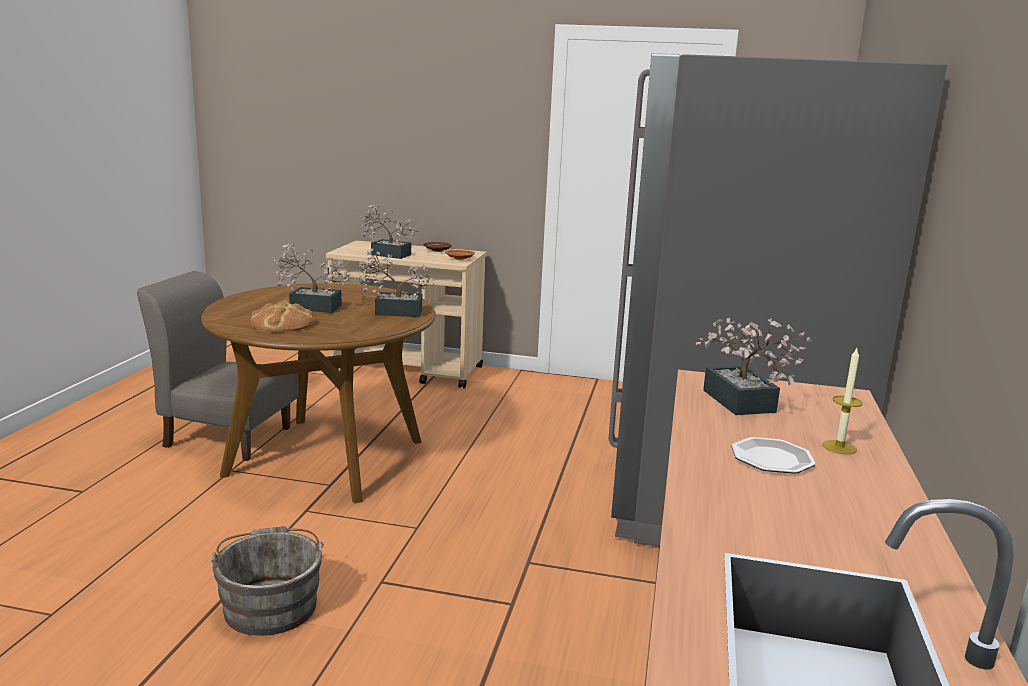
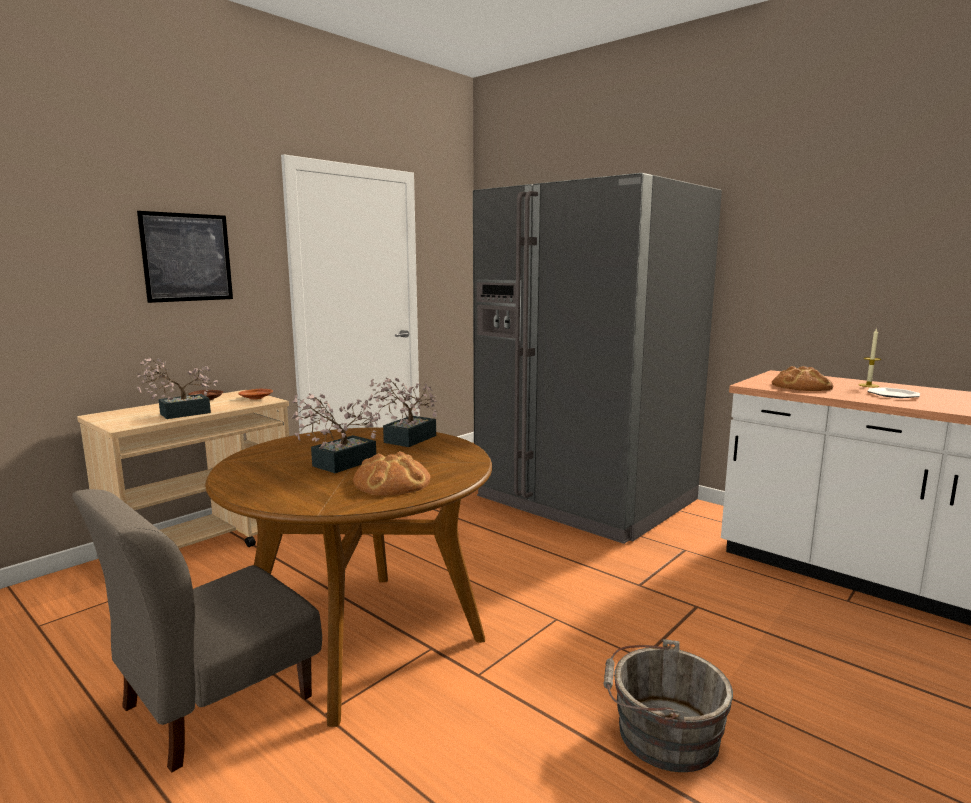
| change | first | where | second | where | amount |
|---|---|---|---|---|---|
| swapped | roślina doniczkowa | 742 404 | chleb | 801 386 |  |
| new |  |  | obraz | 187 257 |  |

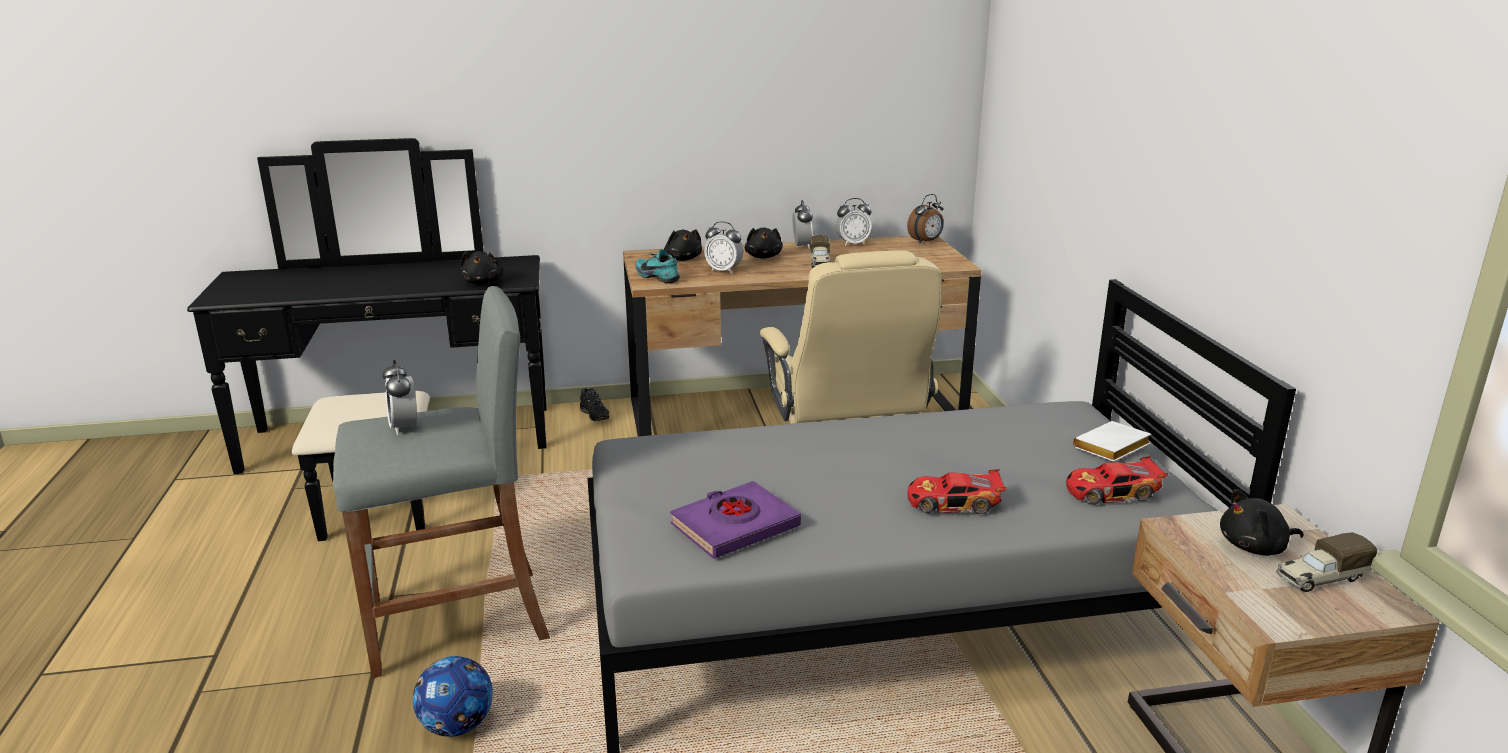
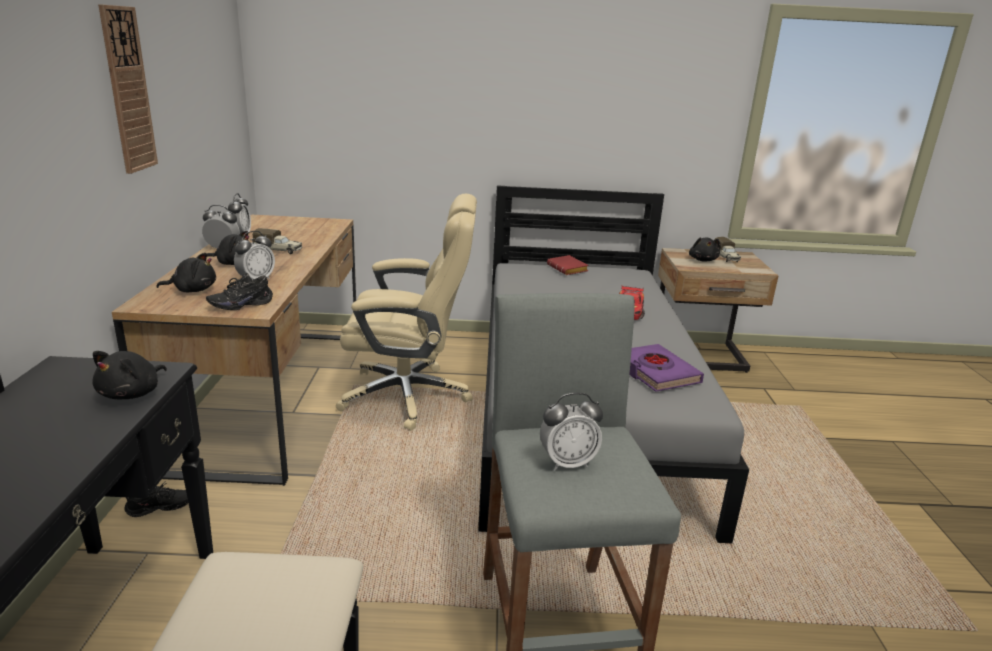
| change | first | where | second | where | amount |
|---|---|---|---|---|---|
| gone | budzik | 926 242 |  |  |  |
| repainted | but (turkusowy) | 659 277 | but (czarny) | 240 305 |  |
| rotated | pluszak (czarny) | 483 282 |  | 132 393 | 105 degrees clockwise |
| repainted | książka (biały) | 1112 449 | książka (czerwony) | 568 269 |  |
| gone | samochodzik | 1112 493 |  |  |  |
| gone | piłka futbolowa | 457 726 |  |  |  |
| new |  |  | zegar ścienny | 128 90 |  |

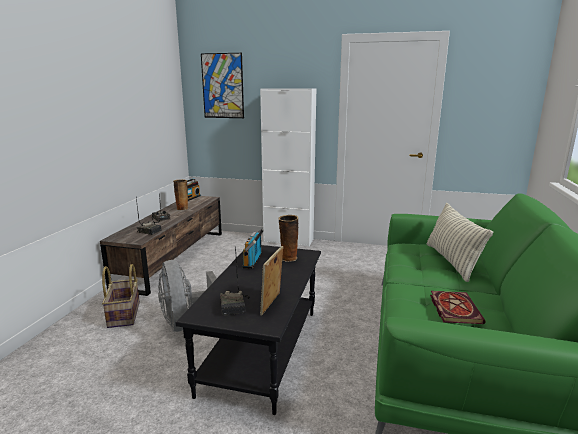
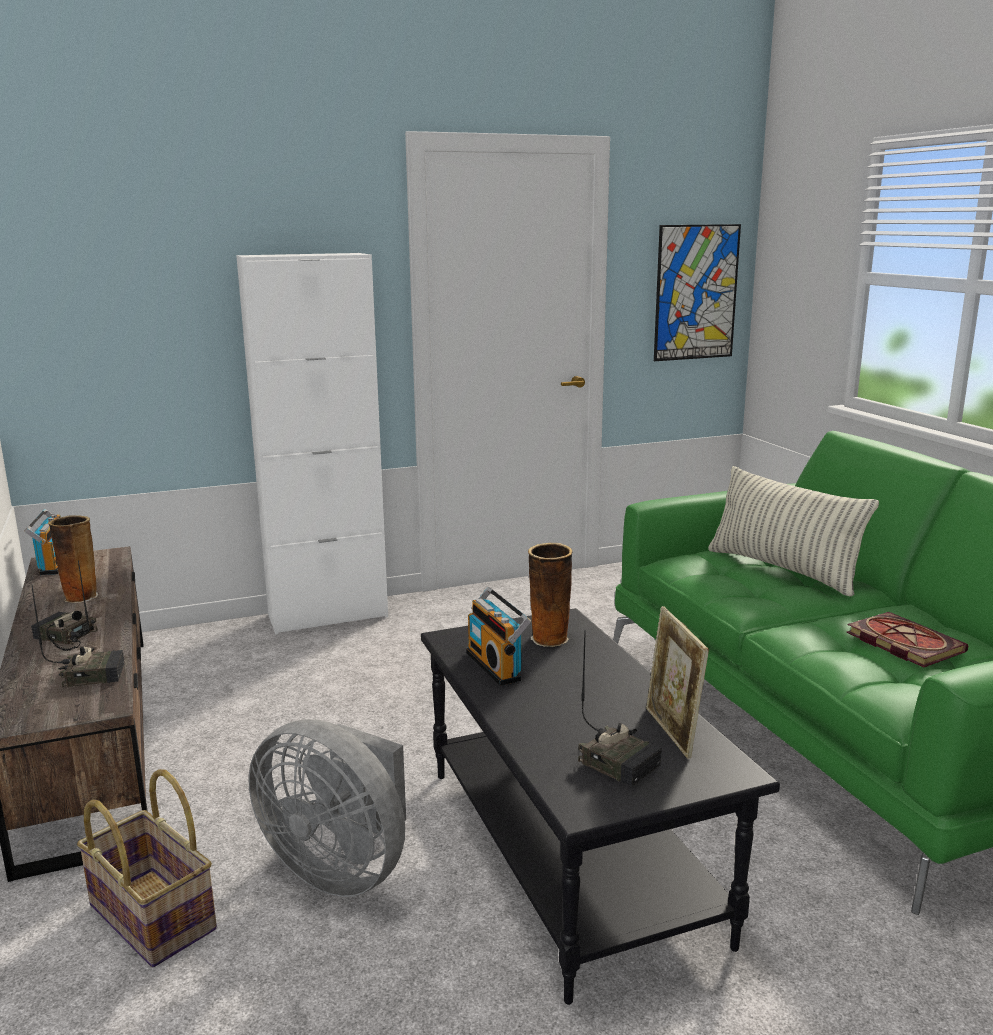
| change | first | where | second | where | amount |
|---|---|---|---|---|---|
| shifted | obraz | 222 86 |  | 696 293 |  |

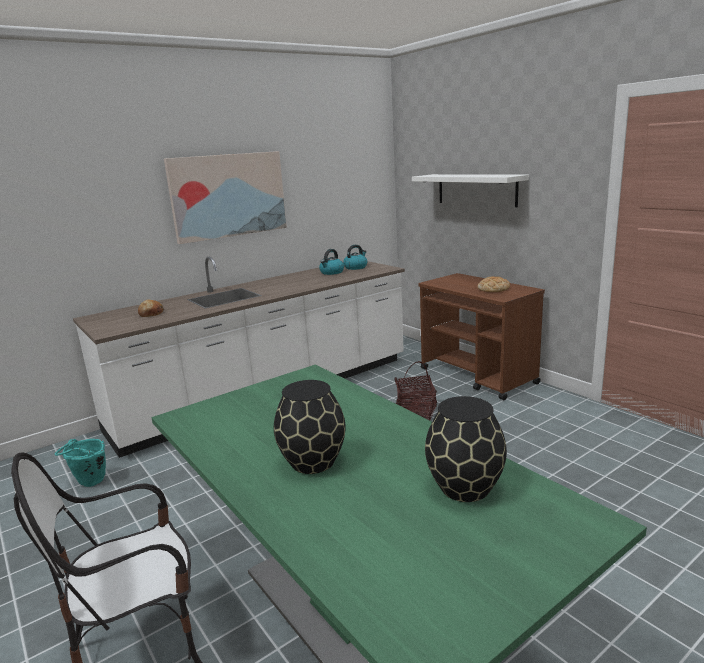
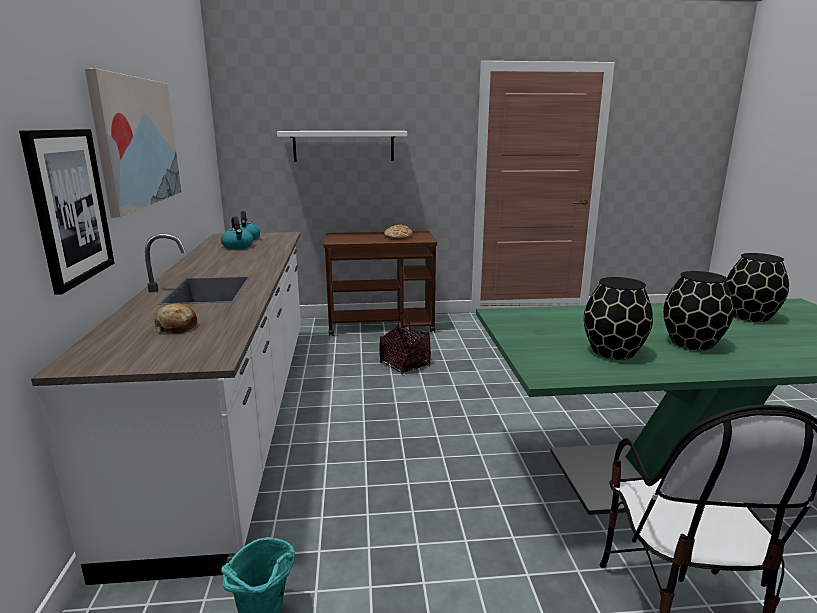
| change | first | where | second | where | amount |
|---|---|---|---|---|---|
| new |  |  | obraz | 69 206 |  |
| new |  |  | wazon (czarny) | 613 352 |  |

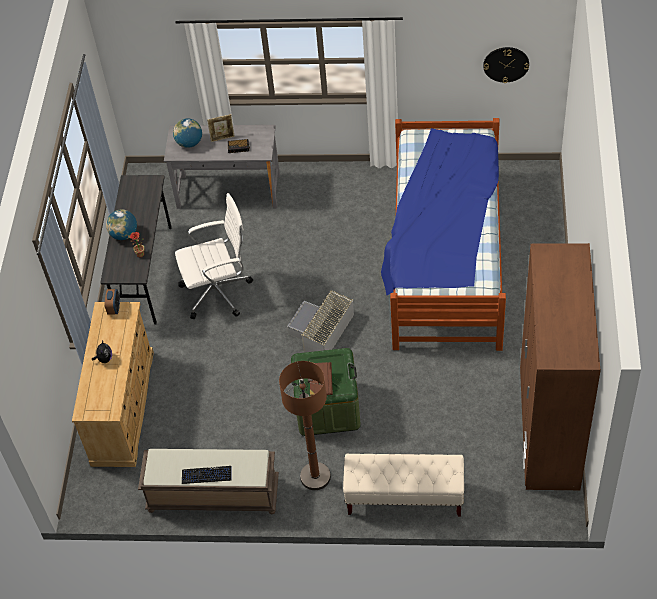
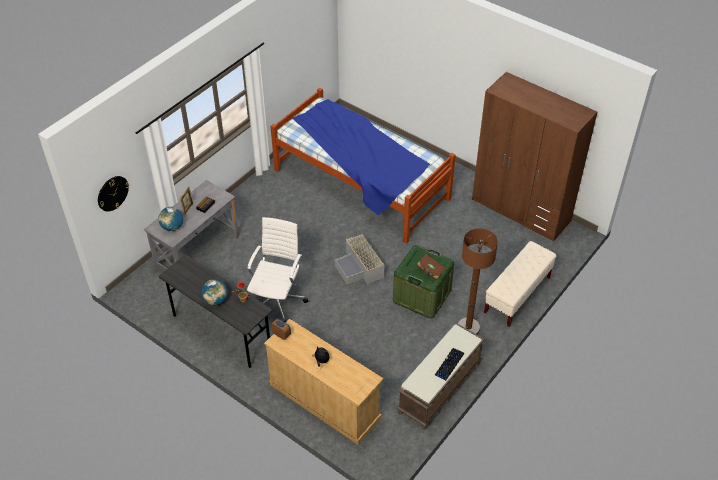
| change | first | where | second | where | amount |
|---|---|---|---|---|---|
| shifted | zegar ścienny | 506 64 |  | 112 193 |  |

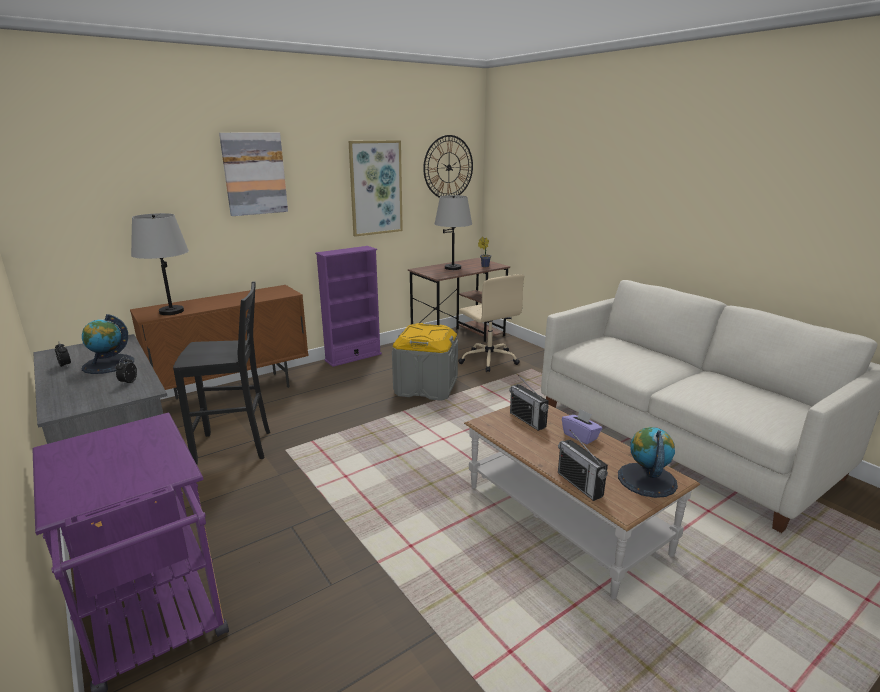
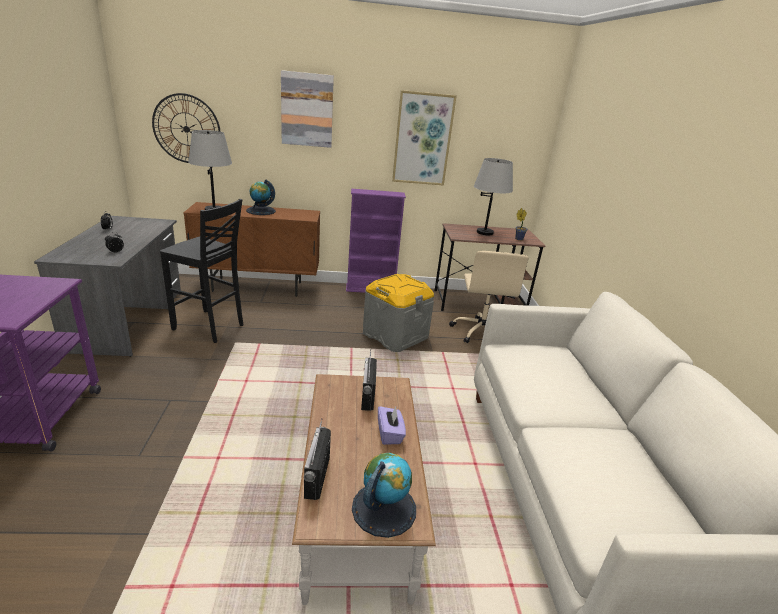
| change | first | where | second | where | amount |
|---|---|---|---|---|---|
| shifted | zegar ścienny | 448 167 |  | 186 129 |  |
| shifted | globus | 108 364 |  | 261 211 |  |

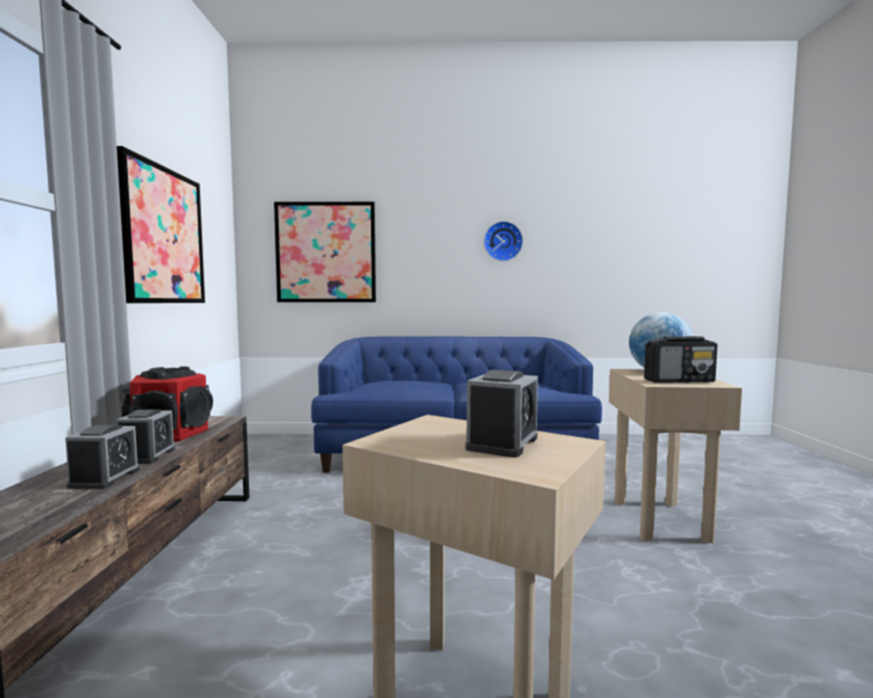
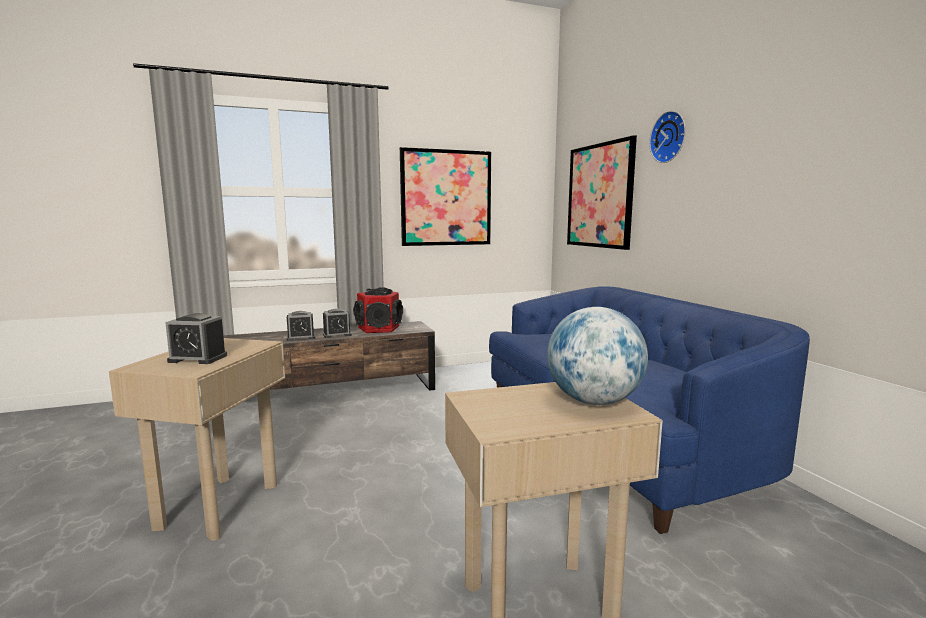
| change | first | where | second | where | amount |
|---|---|---|---|---|---|
| shifted | zegar ścienny | 503 241 |  | 670 137 |  |
| gone | radio | 679 381 |  |  |  |

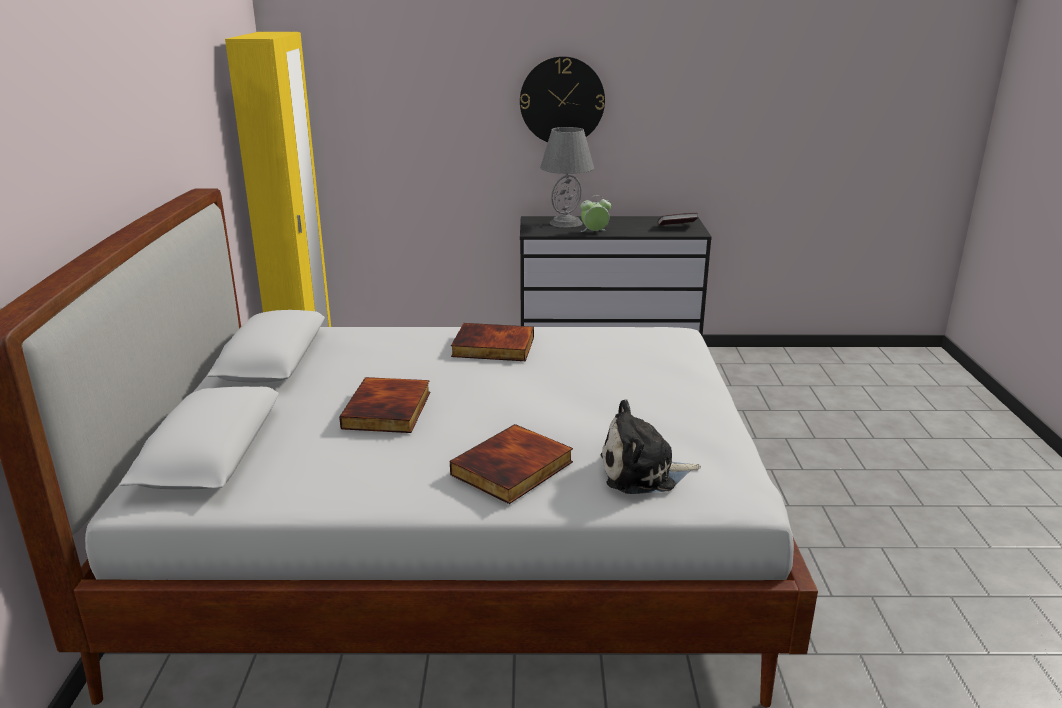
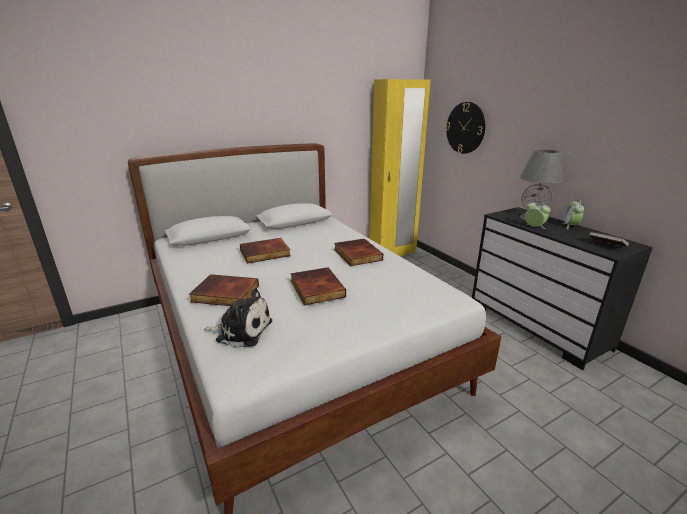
| change | first | where | second | where | amount |
|---|---|---|---|---|---|
| shifted | zegar ścienny | 562 101 |  | 465 128 |  |
| rotated | pluszak | 643 472 |  | 241 330 | 135 degrees clockwise |
| new |  |  | budzik | 570 226 |  |
| new |  |  | książka | 315 288 |  |

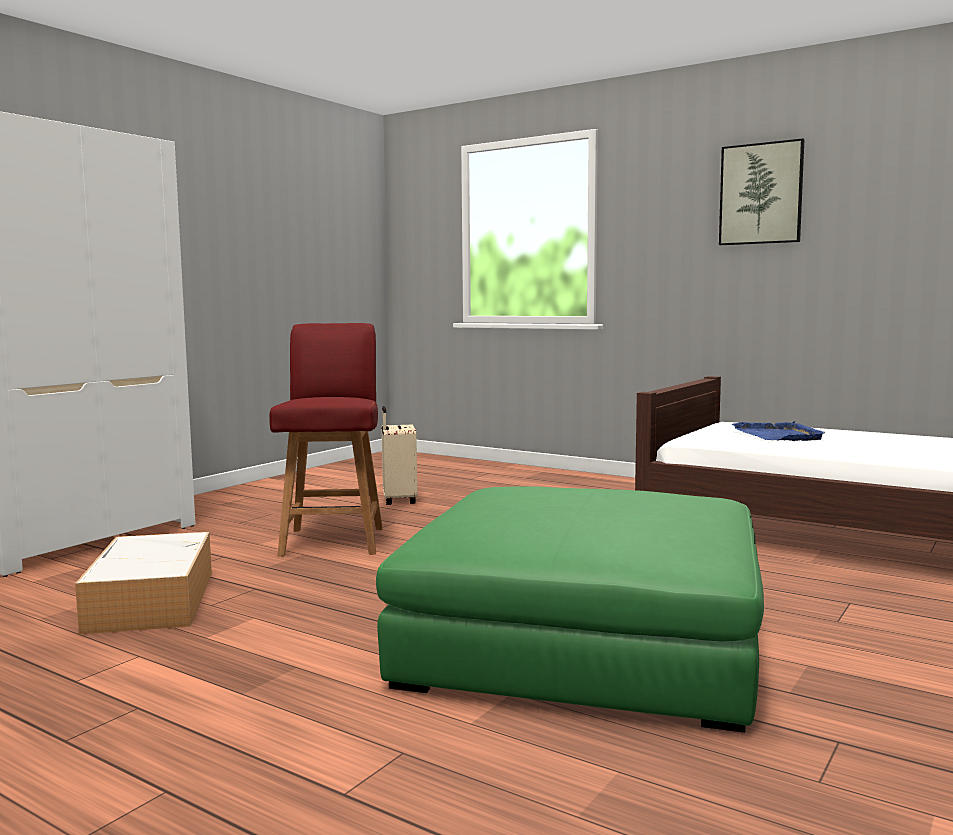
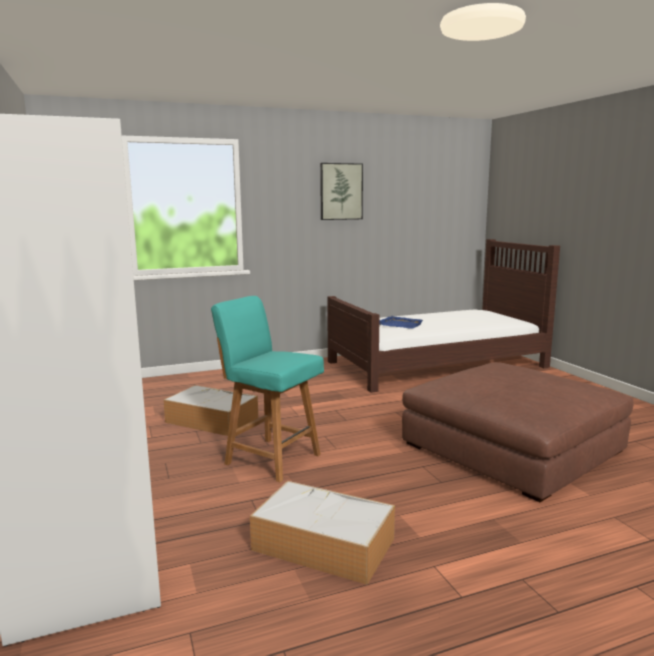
| change | first | where | second | where | amount |
|---|---|---|---|---|---|
| repainted | krzesło (czerwony) | 333 540 | krzesło (turkusowy) | 271 458 |  |
| swapped | walizka (beżowy) | 398 501 | pojemnik do przechowywania | 210 420 |  |
| repainted | pufa (zielony) | 584 641 | pufa (brązowy) | 512 447 |  |

